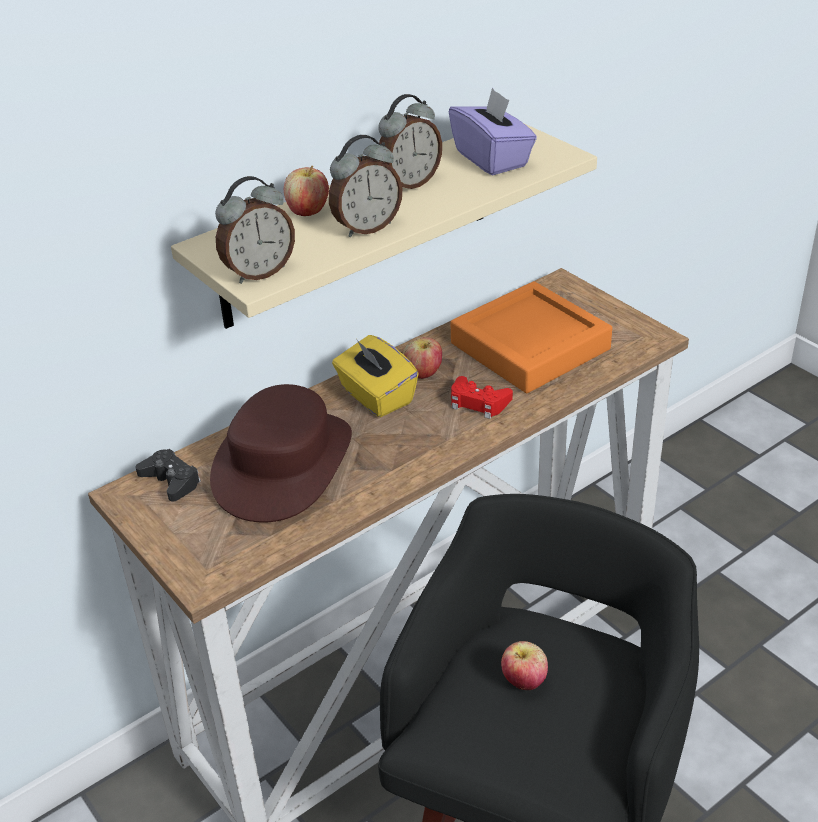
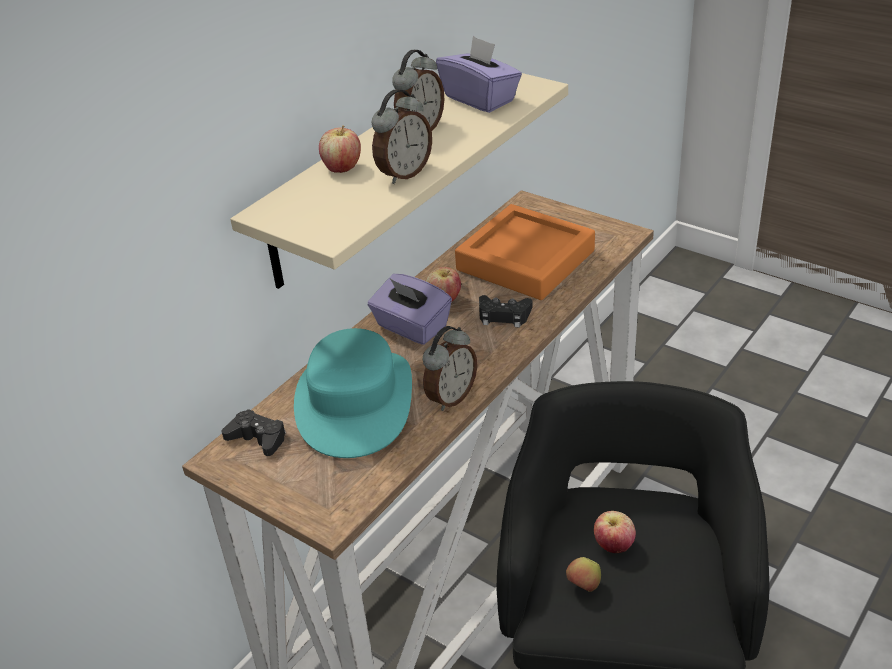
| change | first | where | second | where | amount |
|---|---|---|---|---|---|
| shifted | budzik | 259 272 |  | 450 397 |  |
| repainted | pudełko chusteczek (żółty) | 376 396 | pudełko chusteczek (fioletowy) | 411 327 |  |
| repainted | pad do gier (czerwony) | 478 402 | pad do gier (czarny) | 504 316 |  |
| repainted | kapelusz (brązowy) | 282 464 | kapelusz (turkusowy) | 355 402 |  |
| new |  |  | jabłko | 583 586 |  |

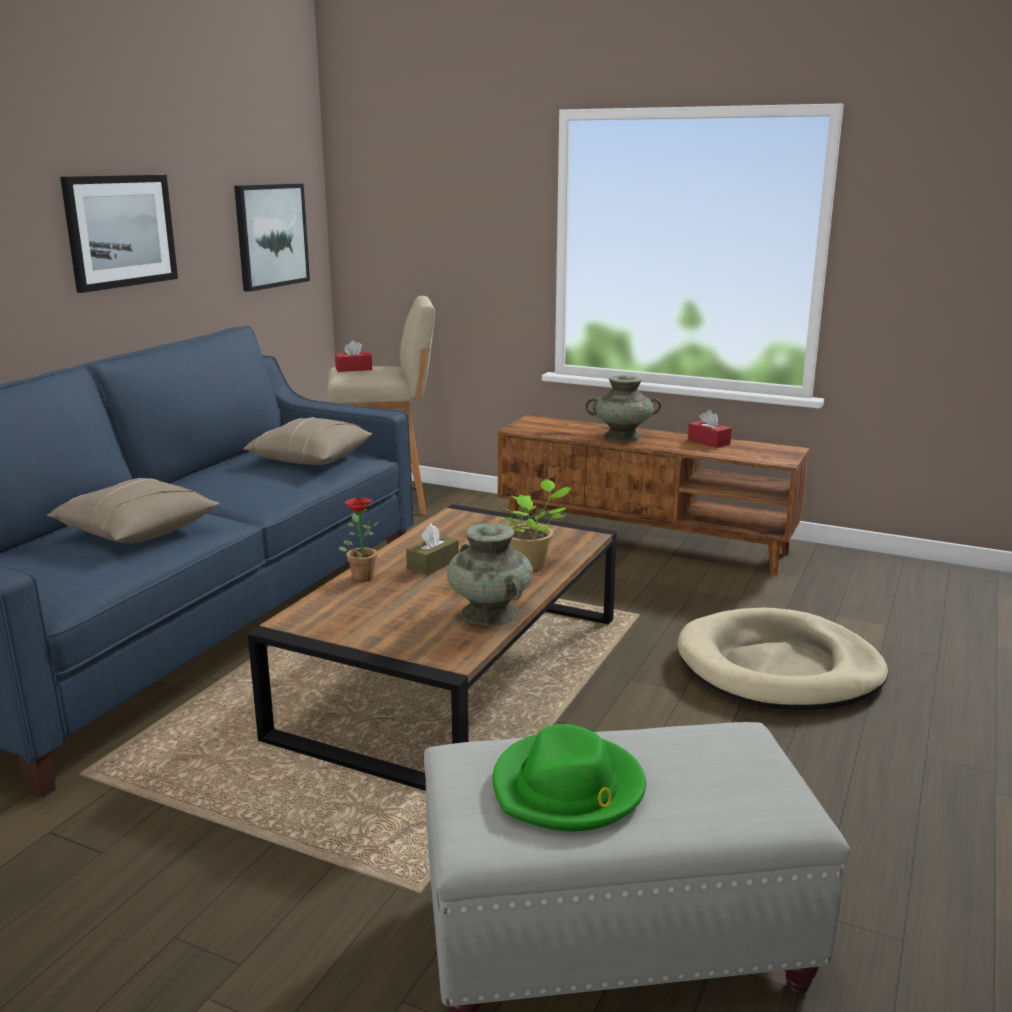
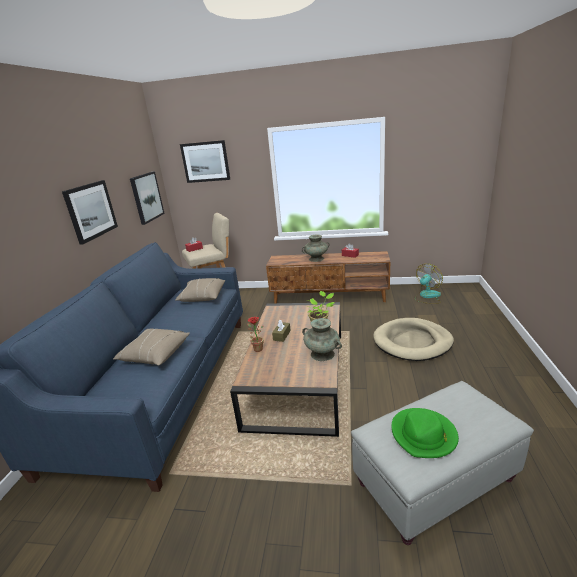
| change | first | where | second | where | amount |
|---|---|---|---|---|---|
| new |  |  | obraz | 205 161 |  |
| new |  |  | wentylator | 427 296 |  |

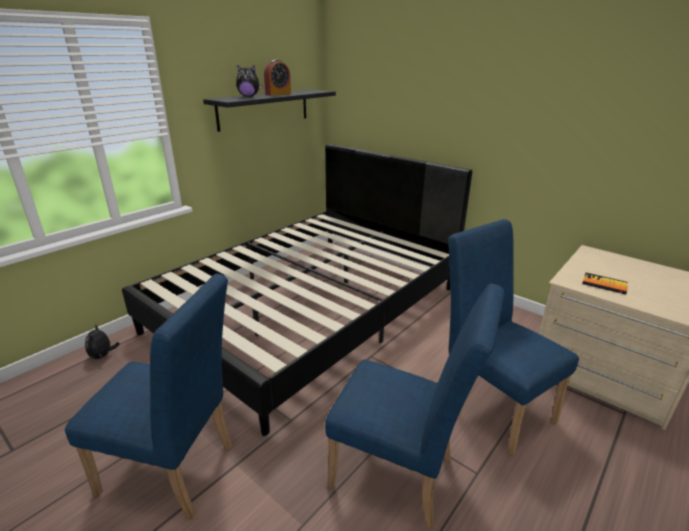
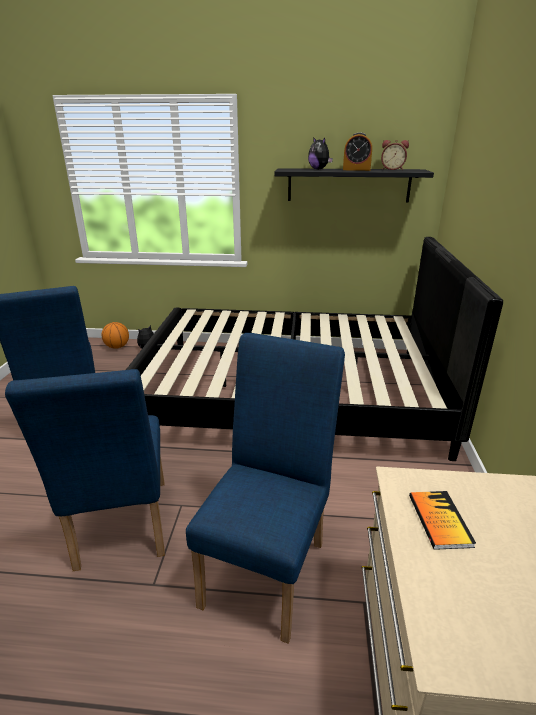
| change | first | where | second | where | amount |
|---|---|---|---|---|---|
| new |  |  | budzik | 392 169 |  |
| new |  |  | piłka do koszykówki | 117 347 |  |

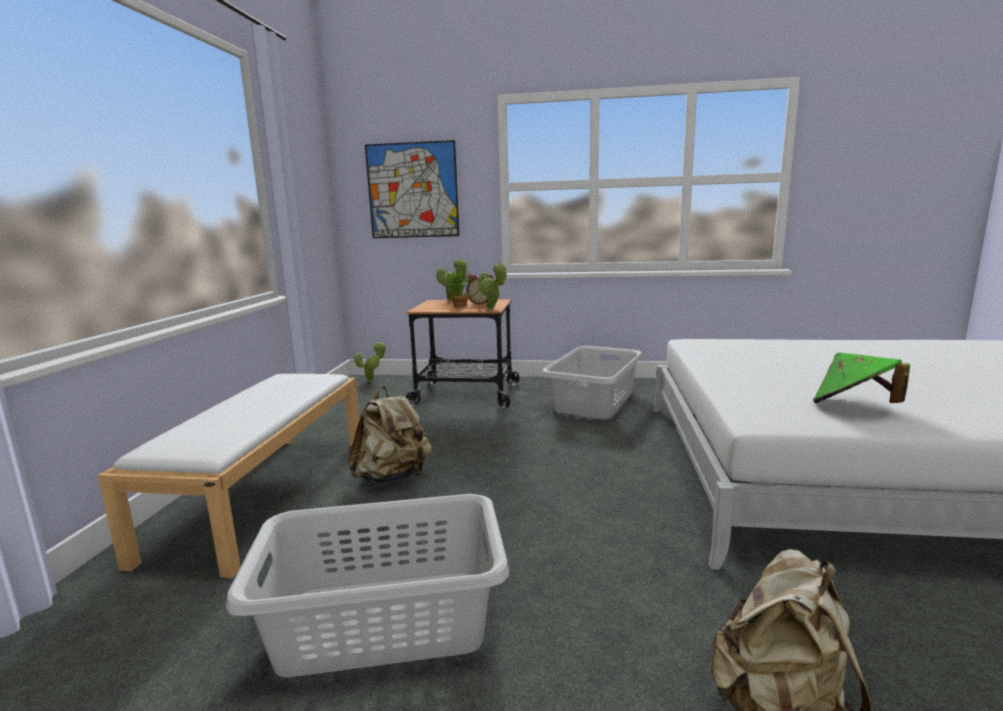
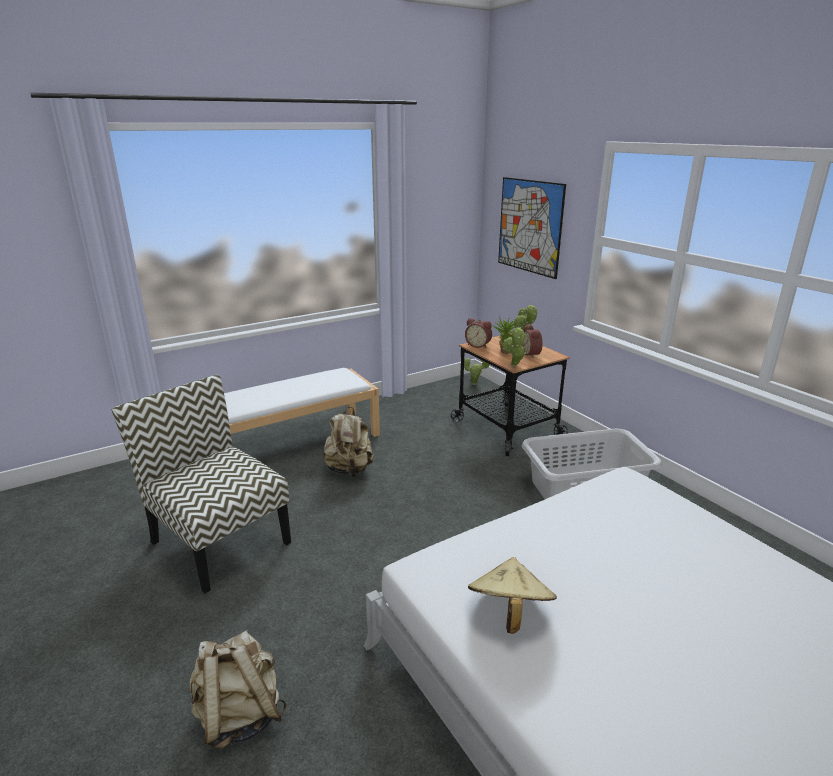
| change | first | where | second | where | amount |
|---|---|---|---|---|---|
| repainted | kapelusz (zielony) | 853 407 | kapelusz (beżowy) | 509 613 |  |
| swapped | kosz na pranie (szary) | 383 619 | krzesło | 219 541 |  |
| new |  |  | budzik | 478 345 |  |

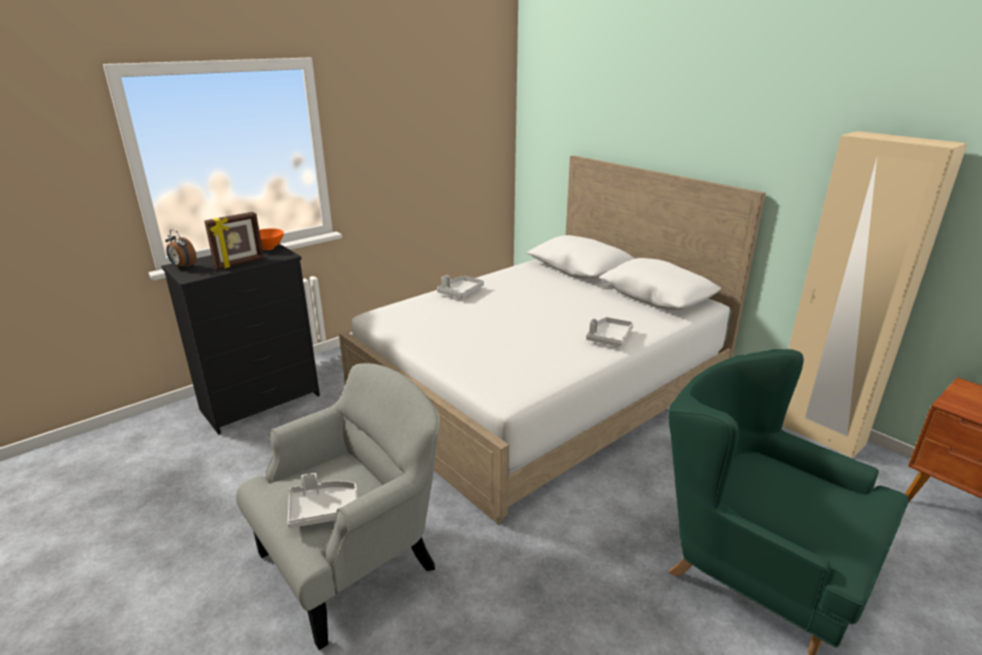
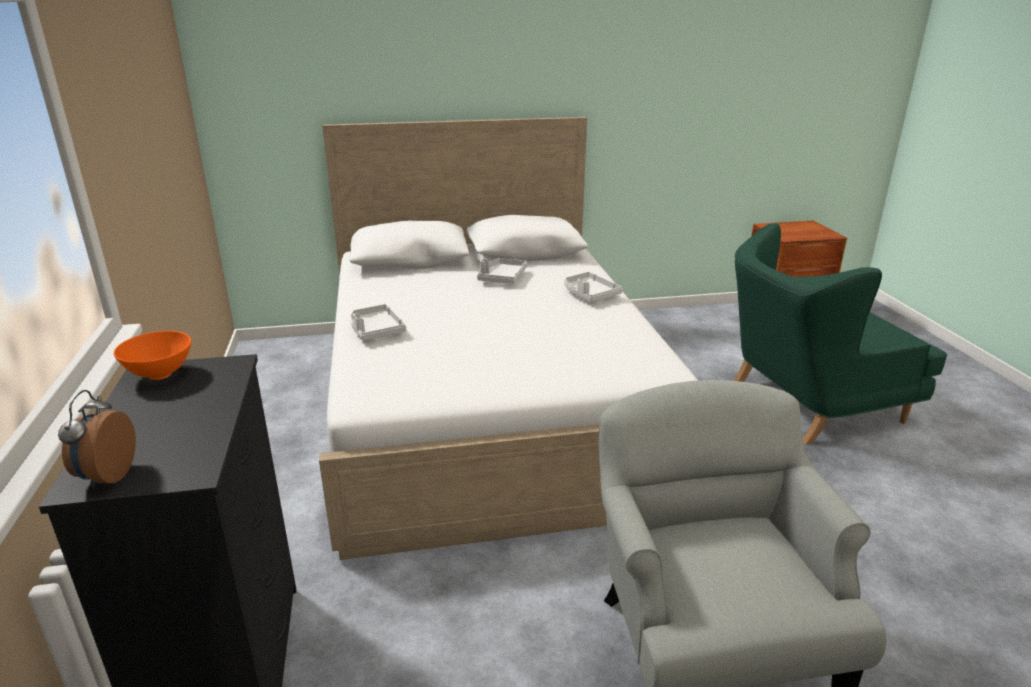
| change | first | where | second | where | amount |
|---|---|---|---|---|---|
| gone | szafa (beżowy) | 816 433 |  |  |  |
| gone | ramka na zdjęcie | 240 263 |  |  |  |
| rotated | budzik | 183 267 |  | 106 476 | 120 degrees clockwise |
| shifted | taca (szary) | 324 509 |  | 502 278 |  |

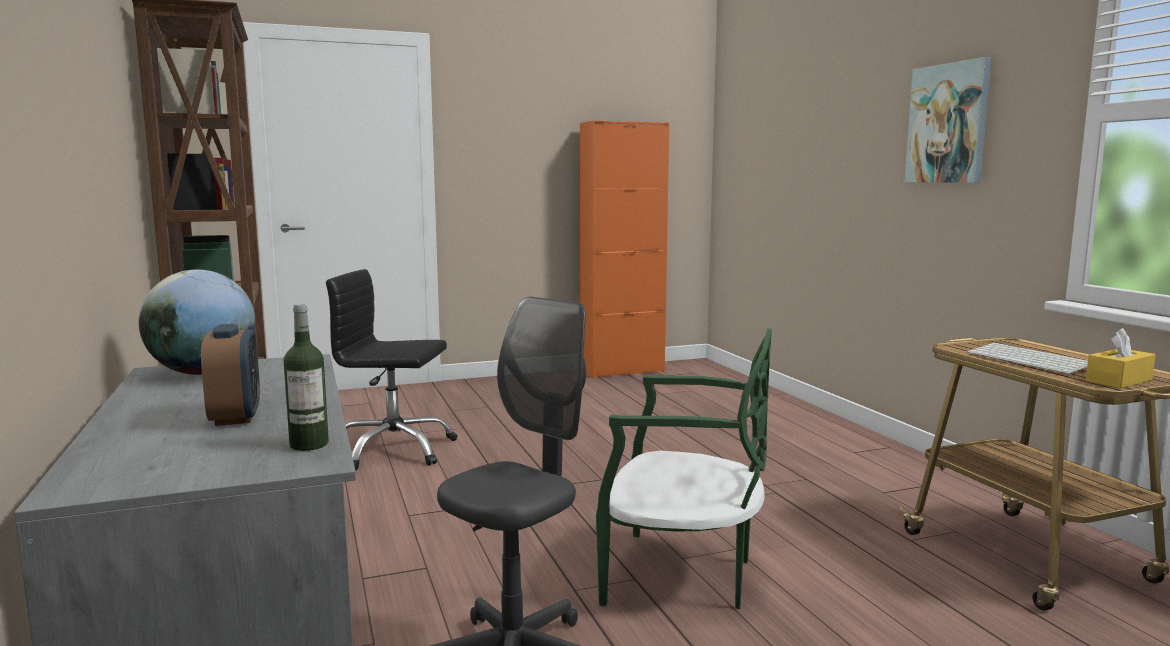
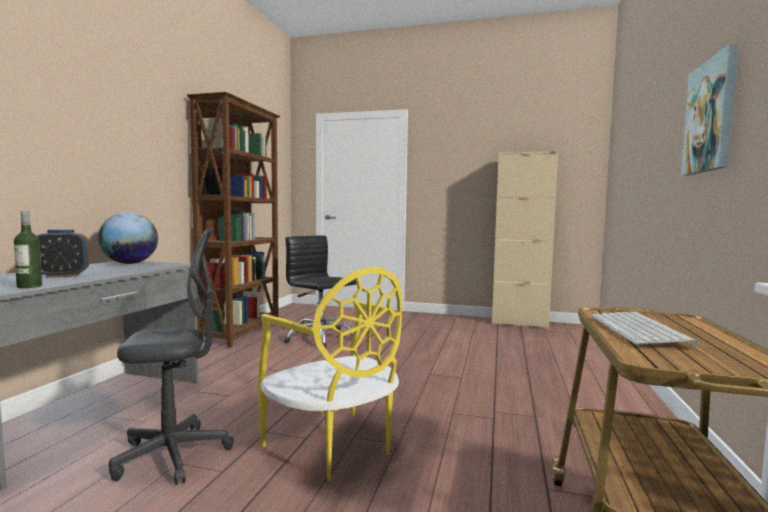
| change | first | where | second | where | amount |
|---|---|---|---|---|---|
| repainted | szafka (pomarańczowy) | 622 371 | szafka (beżowy) | 519 323 |  |
| rotated | budzik | 236 417 |  | 63 275 | 45 degrees clockwise |
| repainted | krzesło (zielony) | 682 576 | krzesło (żółty) | 334 447 |  |
| gone | pudełko chusteczek (żółty) | 1118 380 |  |  |  |

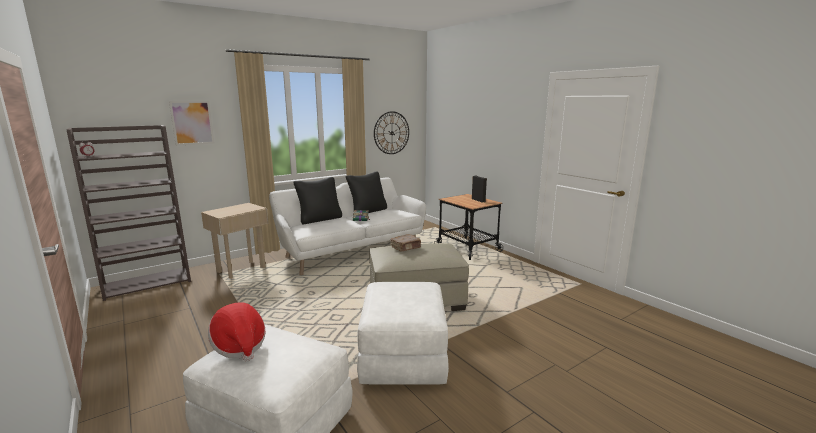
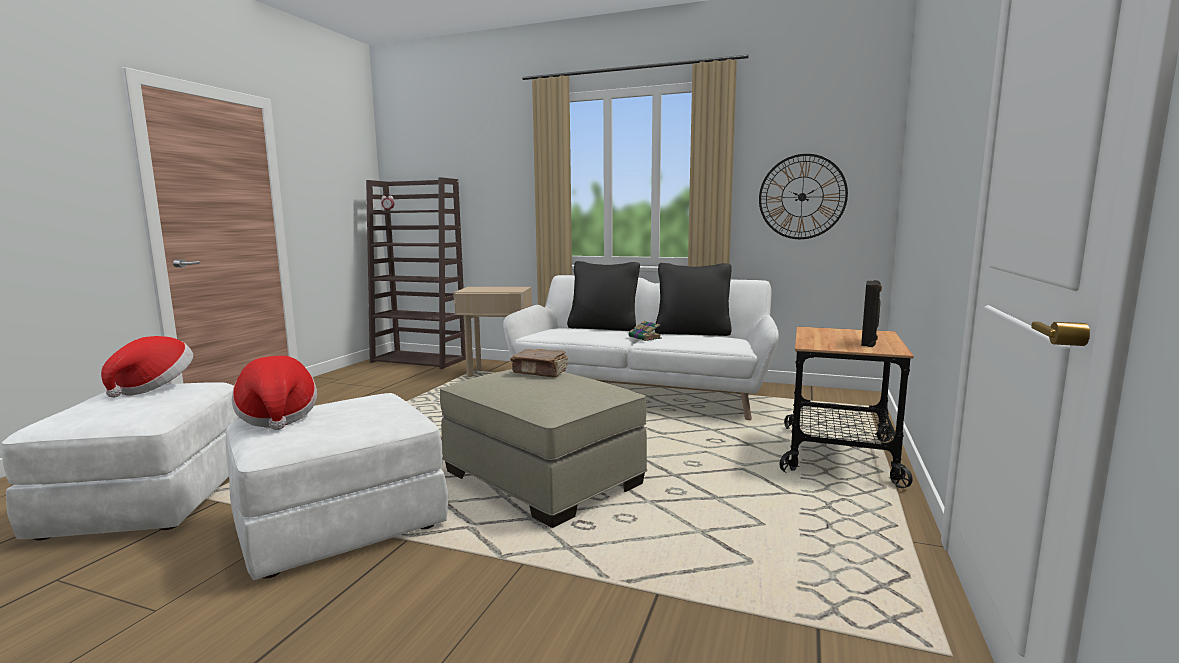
| change | first | where | second | where | amount |
|---|---|---|---|---|---|
| gone | obraz | 192 122 |  |  |  |
| new |  |  | kapelusz | 277 417 |  |

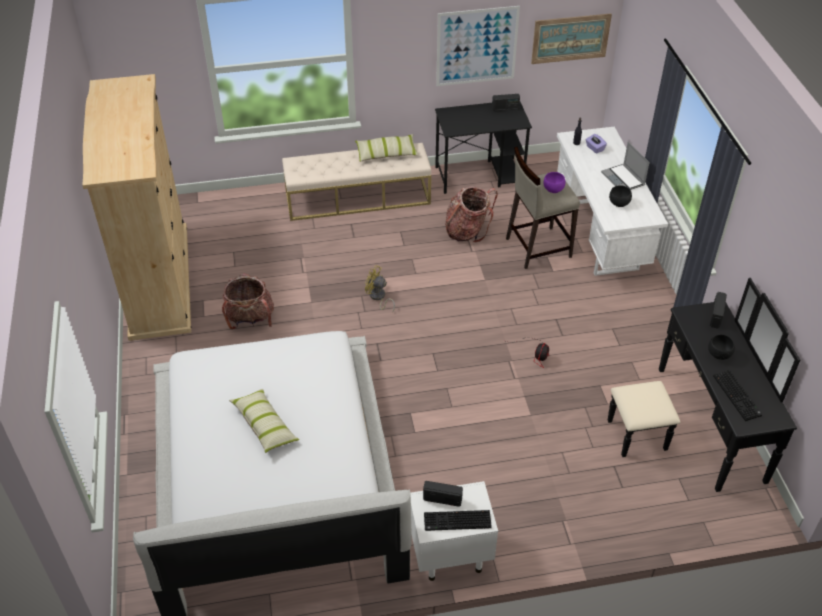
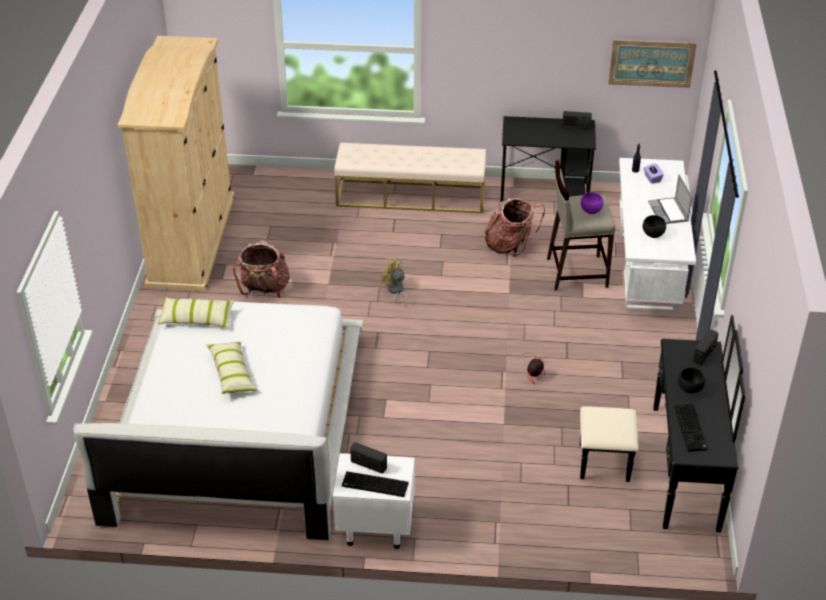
| change | first | where | second | where | amount |
|---|---|---|---|---|---|
| gone | obraz | 477 46 |  |  |  |
| shifted | poduszka | 386 153 |  | 197 318 |  |

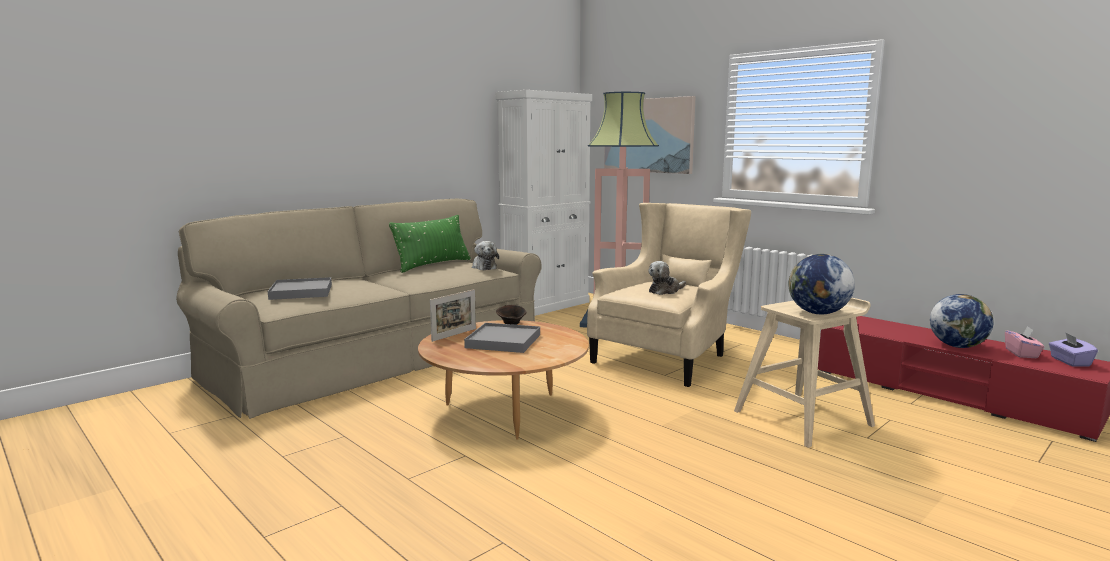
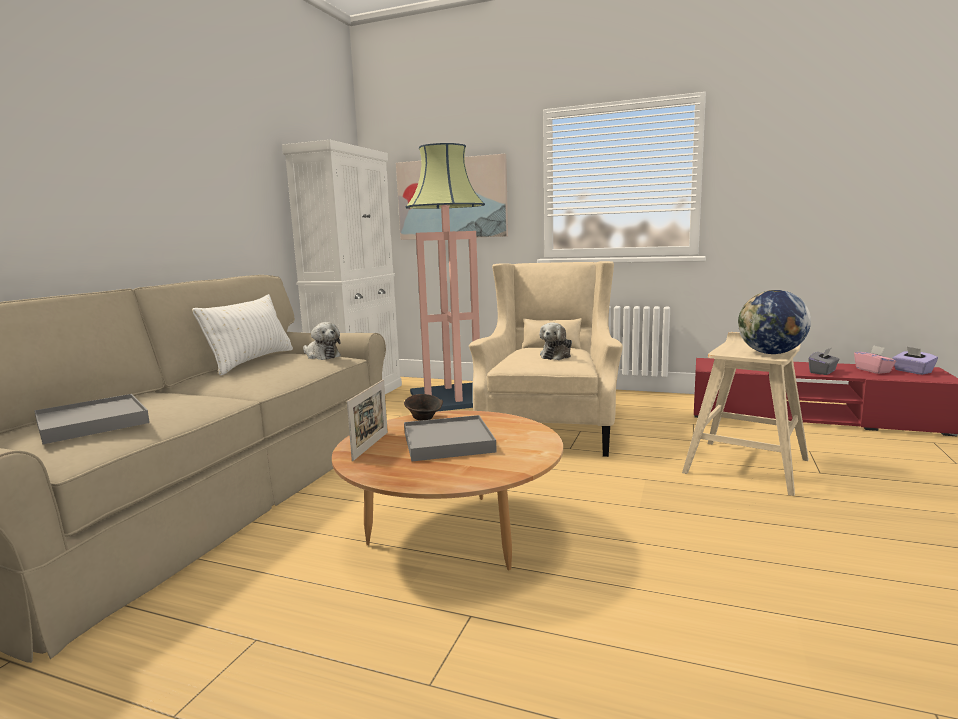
| change | first | where | second | where | amount |
|---|---|---|---|---|---|
| repainted | poduszka (zielony) | 433 265 | poduszka (biały) | 252 361 |  |
| swapped | globus | 957 346 | pudełko chusteczek (szary) | 823 372 |  |

